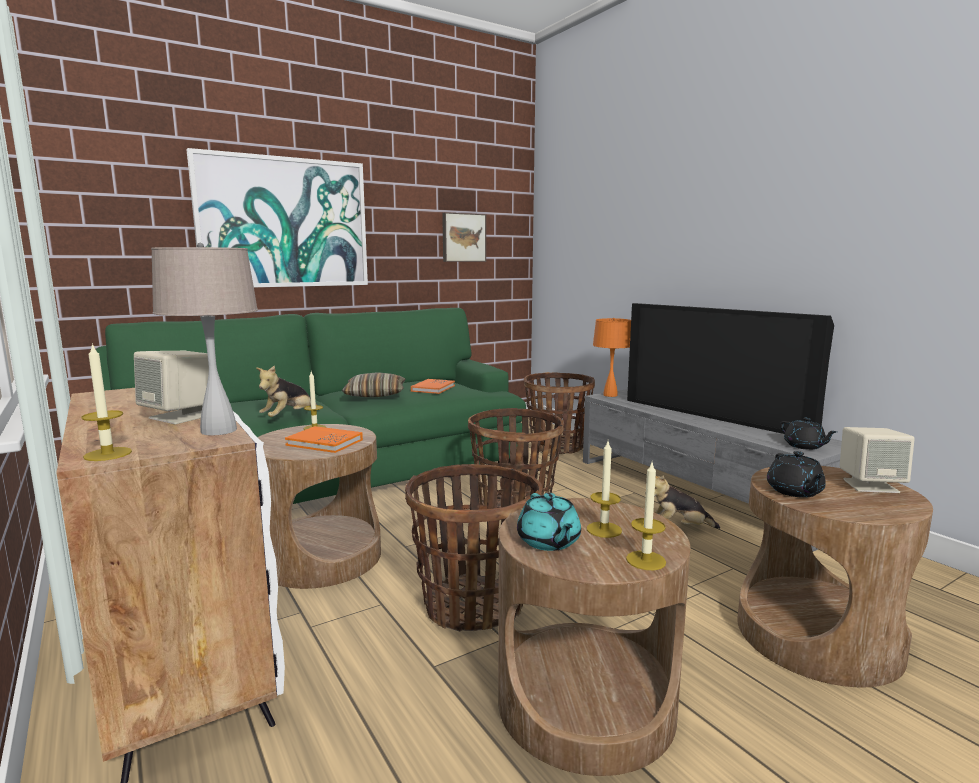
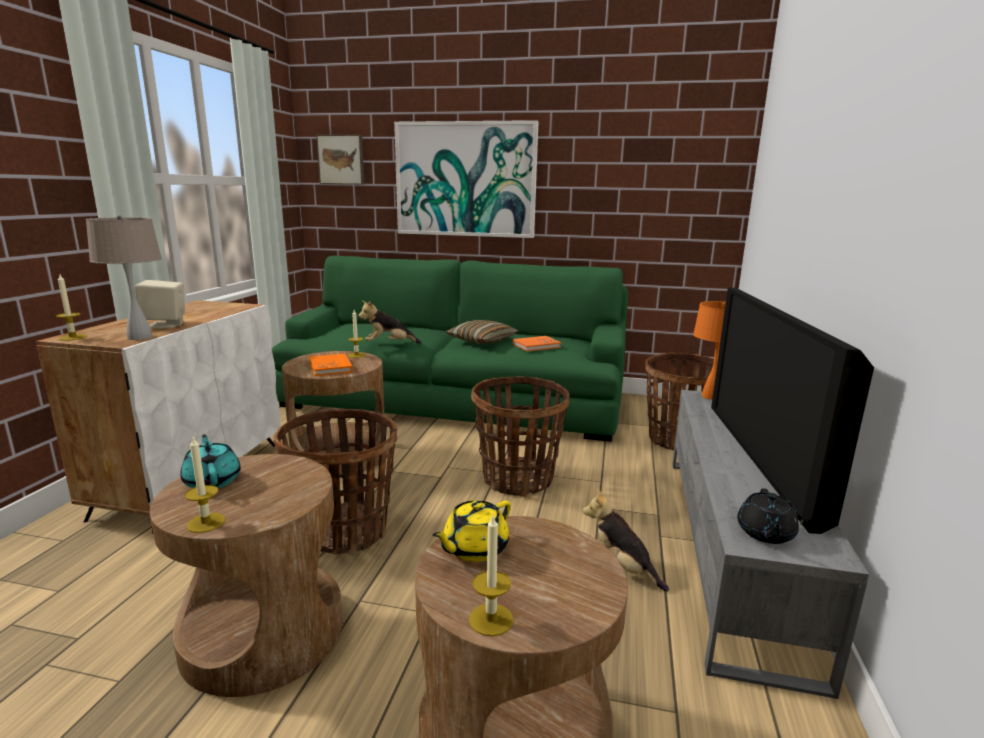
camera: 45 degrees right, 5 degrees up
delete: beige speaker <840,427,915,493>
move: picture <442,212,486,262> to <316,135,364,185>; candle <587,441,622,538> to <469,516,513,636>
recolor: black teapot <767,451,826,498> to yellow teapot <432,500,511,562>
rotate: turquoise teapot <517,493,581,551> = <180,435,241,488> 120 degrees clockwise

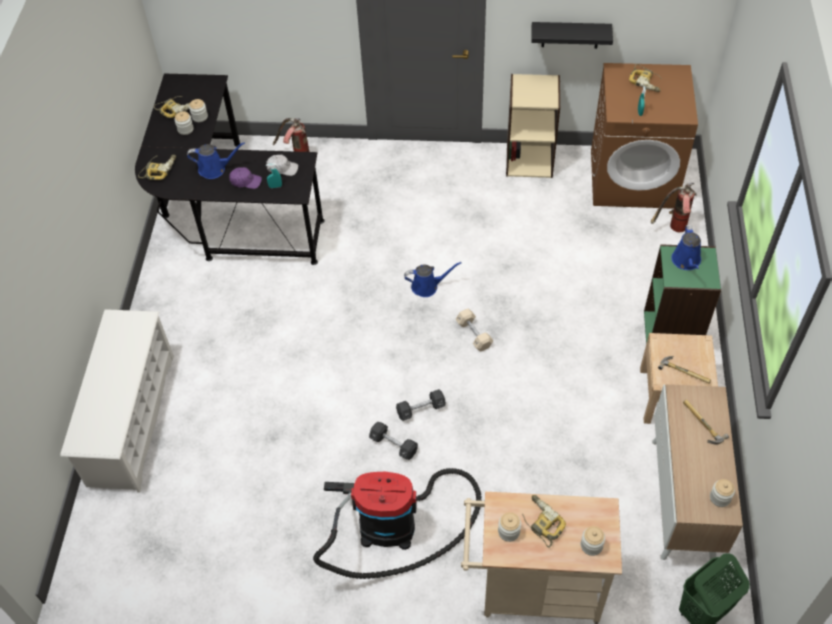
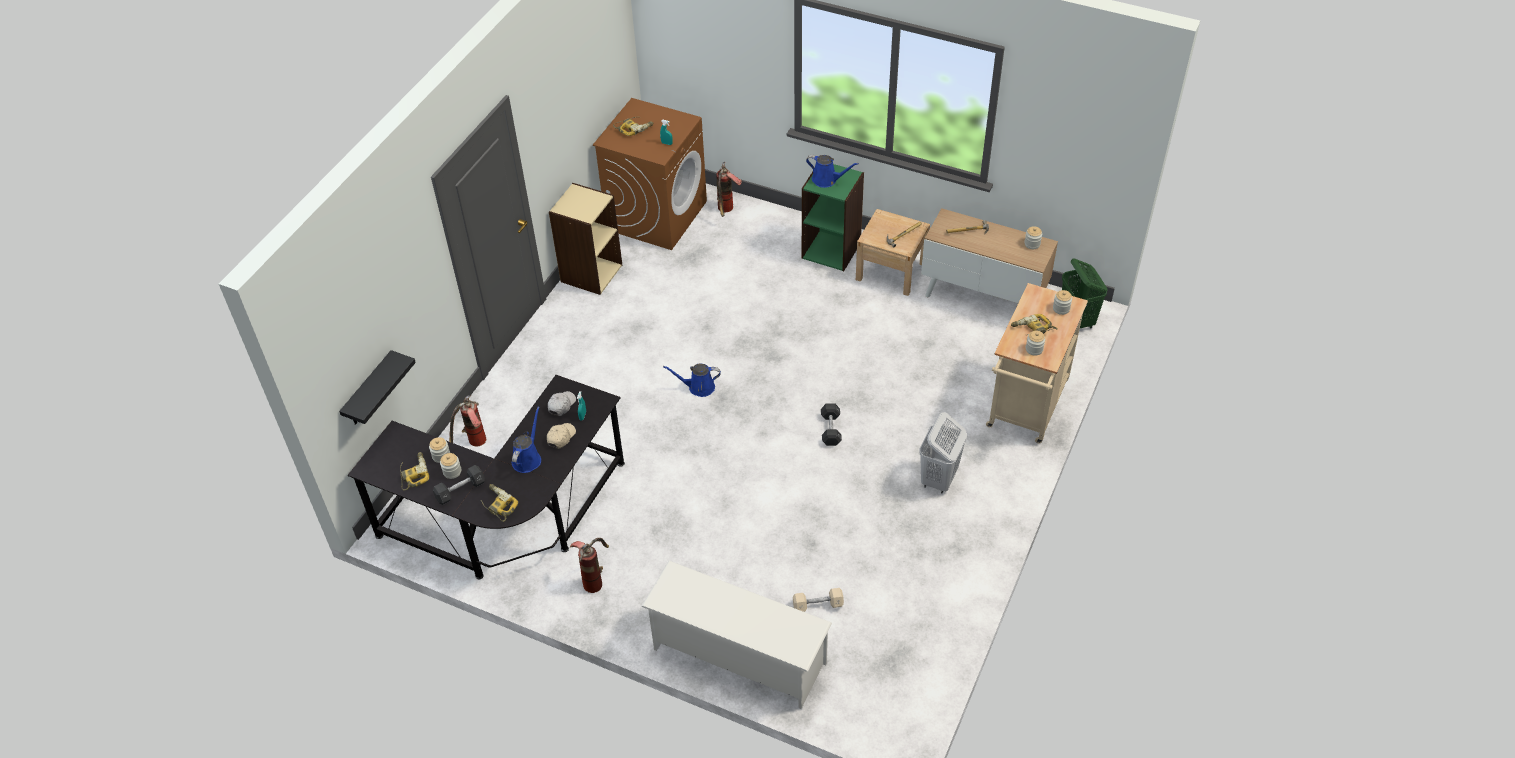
camera: 70 degrees left, 5 degrees down
insert: fire extinguisher <570,538,609,593>
move: black dumbbell <369,422,418,460> to <433,465,485,505>; beige dumbbell <455,309,494,352> to <793,588,844,612>; black shelf <531,22,613,49> to <339,350,416,425>
replace: vacuum cleaner <313,468,482,579> to white laundry basket <919,412,967,494>
recolor: purple cap <229,167,262,189> to beige cap <547,423,576,449>
rotate: blue watering can <404,262,462,297> = <663,364,721,397> 105 degrees counterclockwise

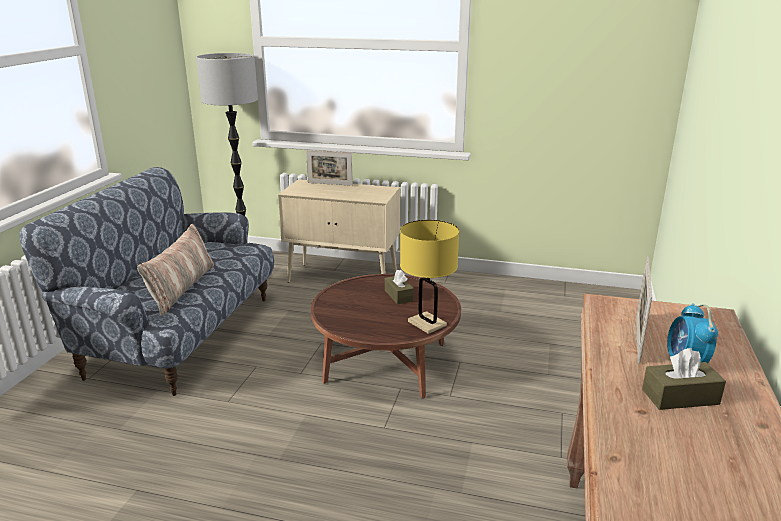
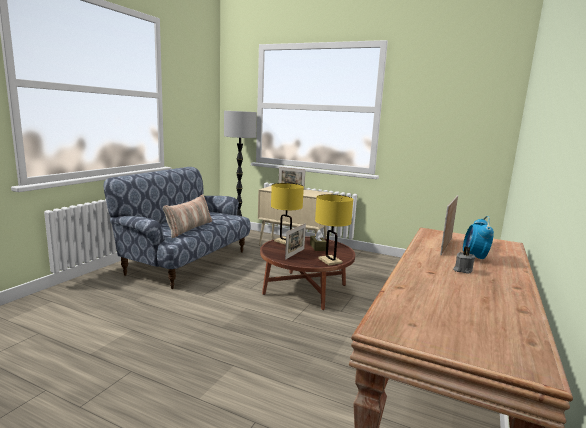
camera: 10 degrees right, 10 degrees down
insert: yellow table lamp <271,183,304,245>; picture frame <285,223,306,260>
replace: brown tissue box <642,348,726,410> to grey candle <453,247,475,274>

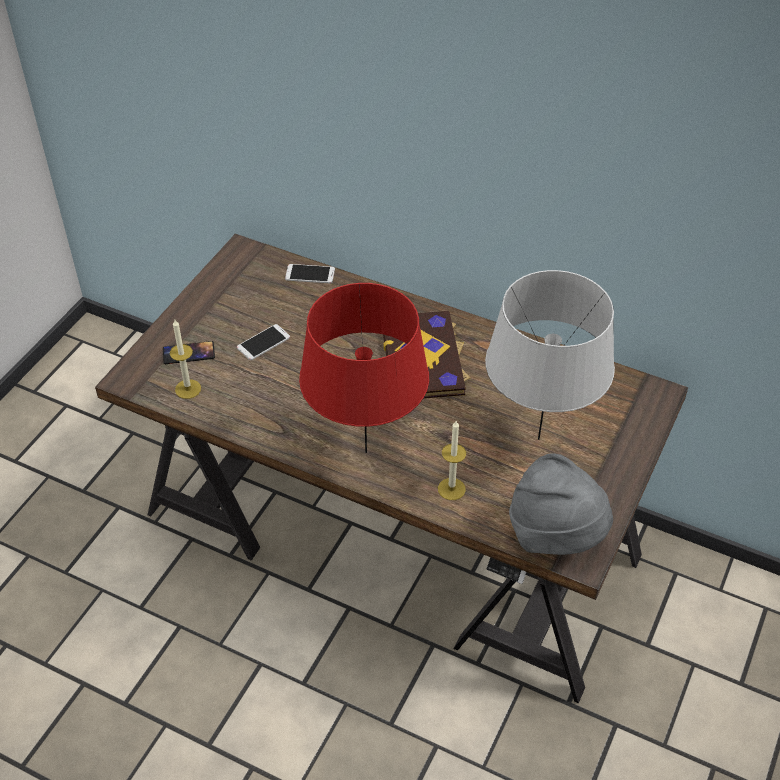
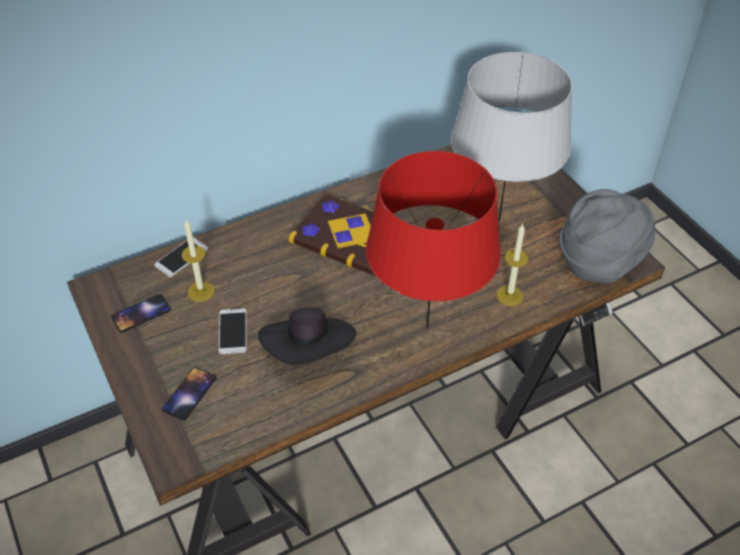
camera: 55 degrees left, 0 degrees up
insert: phone <111,294,171,333>; black hat <258,307,356,365>
move: candle <170,320,201,399> to <182,220,215,302>

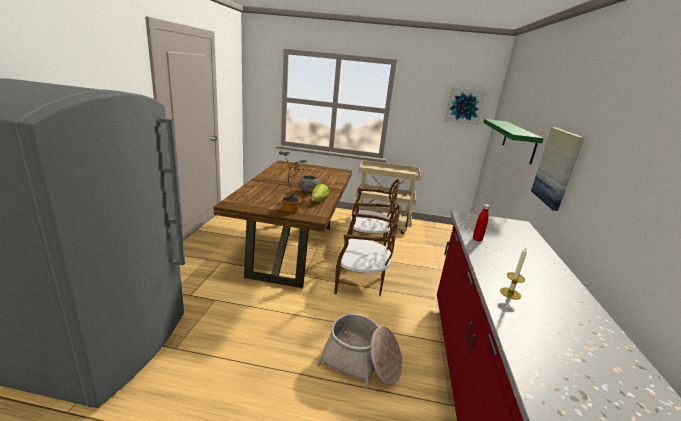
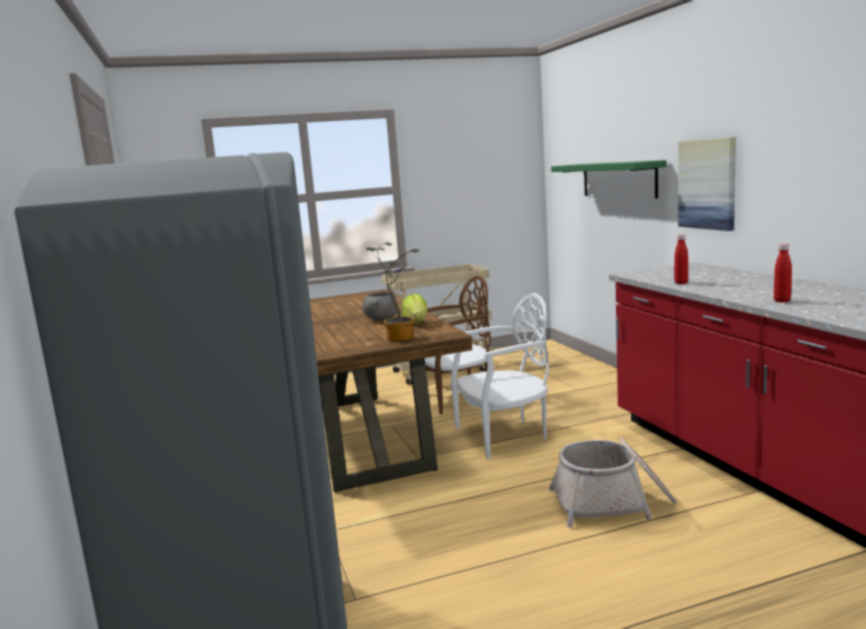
camera: 25 degrees left, 10 degrees down
delete: picture <445,87,486,125>
replace: candle <500,248,527,300> to red bottle <774,244,792,303>
recolor: brown chair <334,205,401,296> to white chair <451,293,549,459>

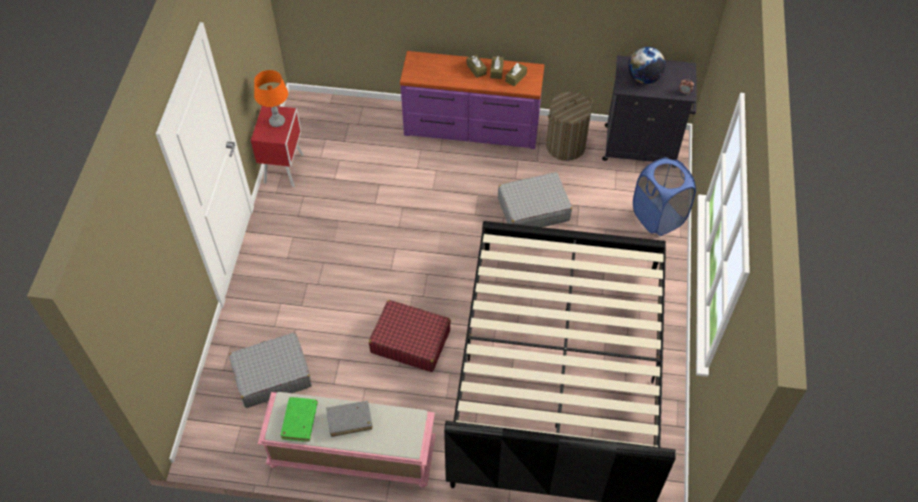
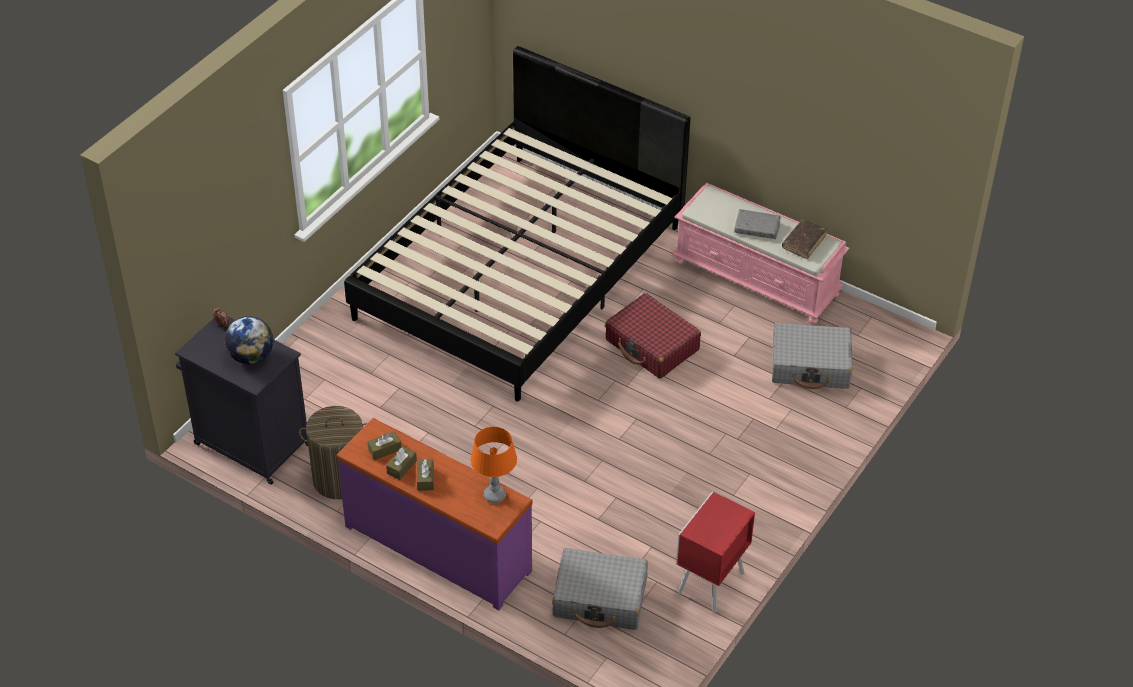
camera: 155 degrees left, 10 degrees down
delete: blue laundry basket <633,157,696,236>
move: orange table lamp <254,70,288,127> to <471,427,517,503>; grey suitcase <498,172,572,227> to <552,548,648,630>
recolor: green book <280,397,318,442> to brown book <782,220,827,259>

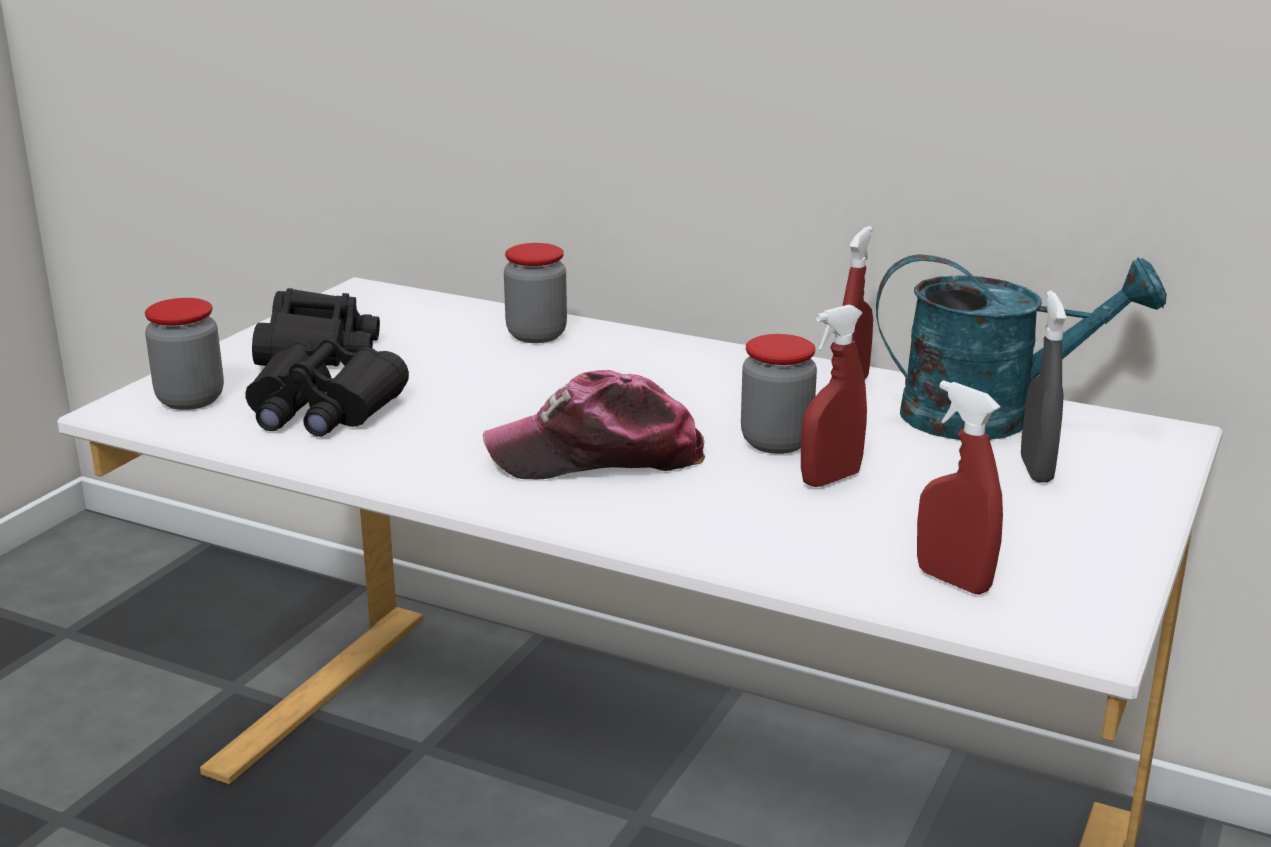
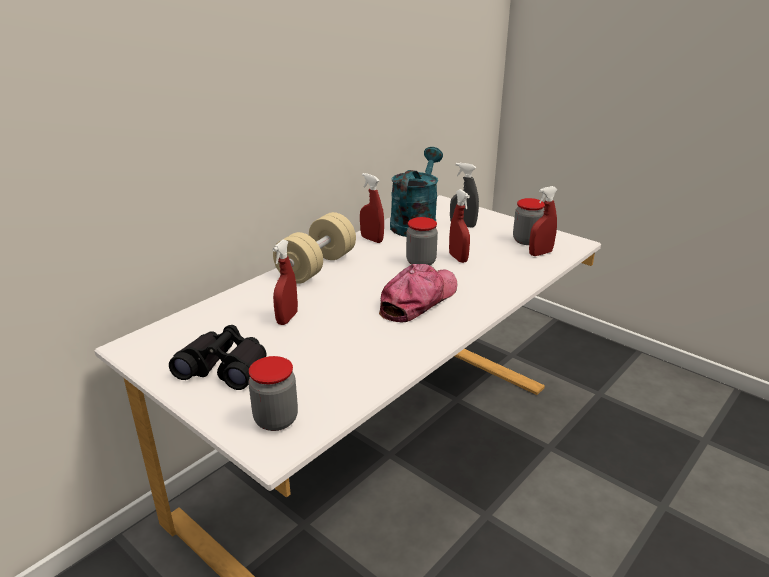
camera: 75 degrees left, 5 degrees up
delete: black binoculars <246,338,409,437>
insert: beige dumbbell <273,212,356,284>; red spray bottle <273,240,298,325>
move: jar <504,243,567,343> to <513,198,545,245>
rotate: cap <483,370,706,479> = <379,264,457,322> 150 degrees counterclockwise

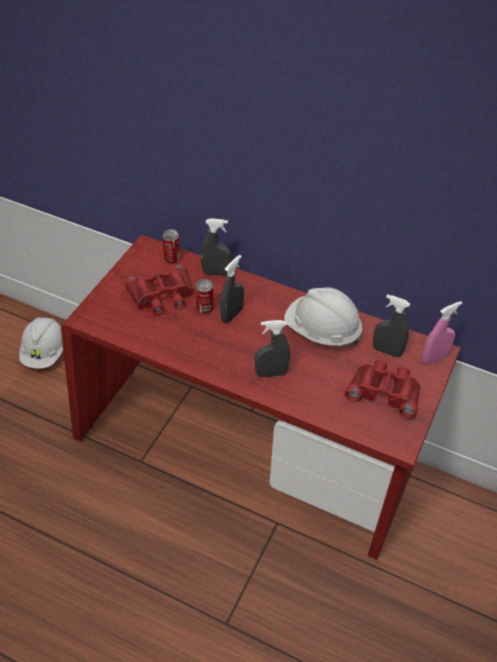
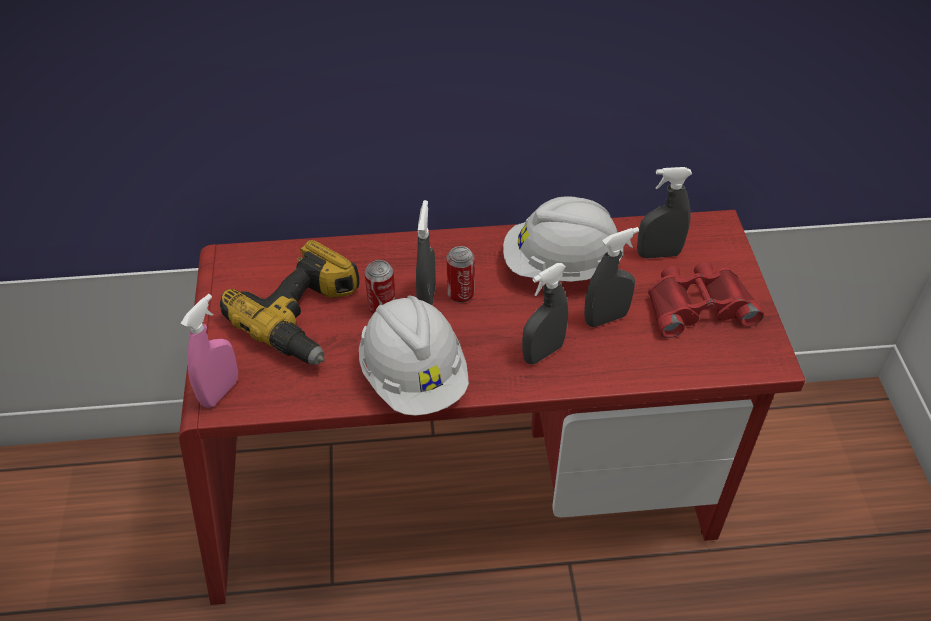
camera: 30 degrees left, 0 degrees up
move: white hard hat <19,317,63,369> to <359,295,469,416>; can <162,229,180,264> to <447,246,475,303>; grey spray bottle <201,218,232,276> to <584,227,639,327>; pink spray bottle <422,301,462,364> to <181,294,238,408>
replace: red binoculars <124,264,193,315> to power drill <220,240,360,365>

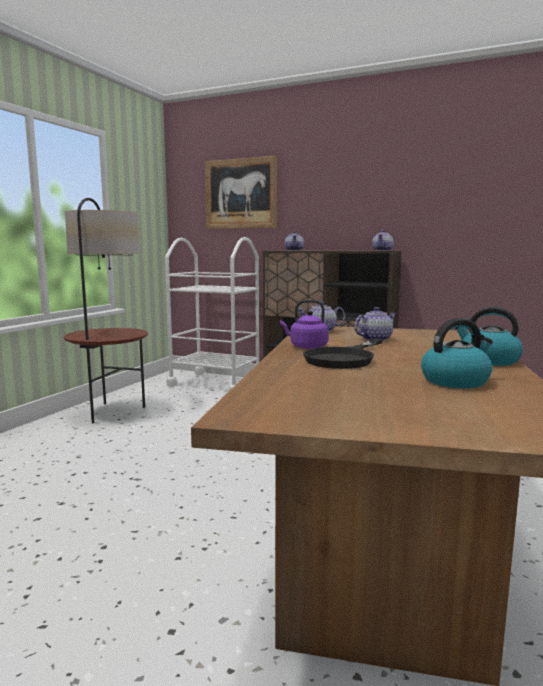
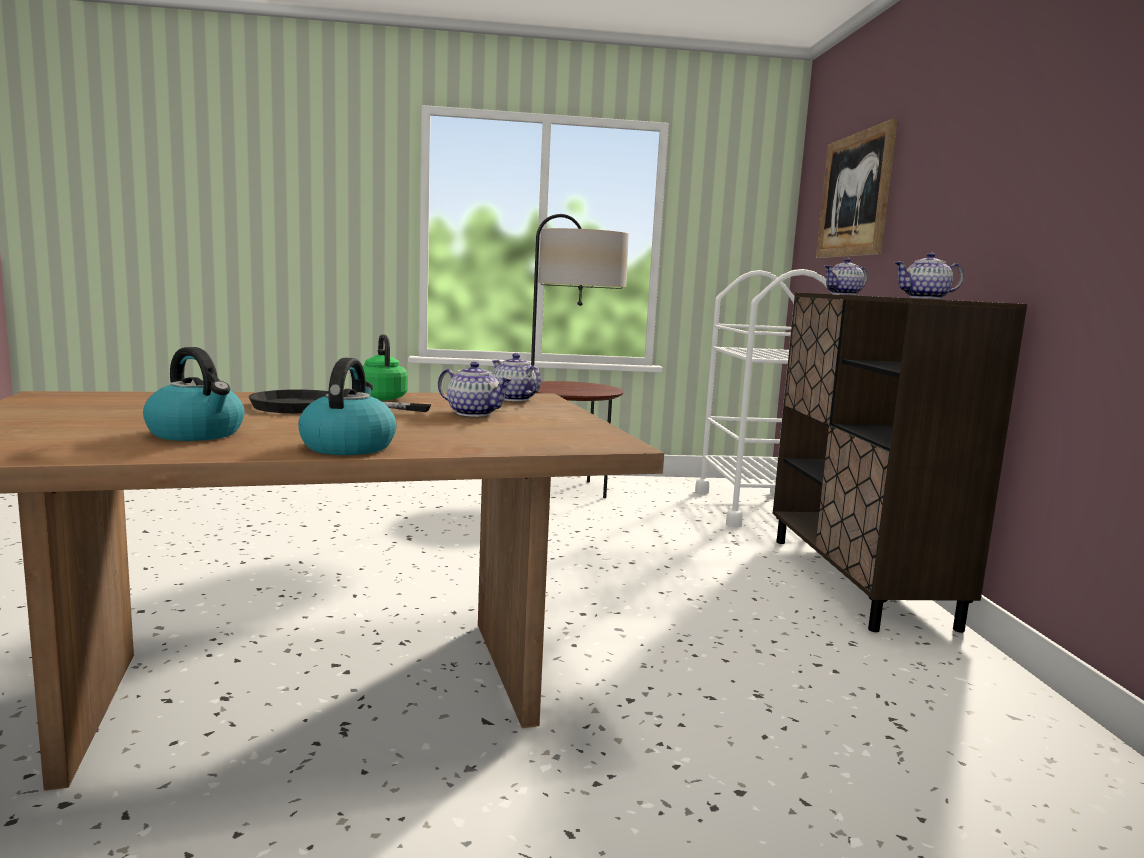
camera: 60 degrees right, 0 degrees up
recolor: purple kettle <280,300,329,349> to green kettle <363,334,408,401>

